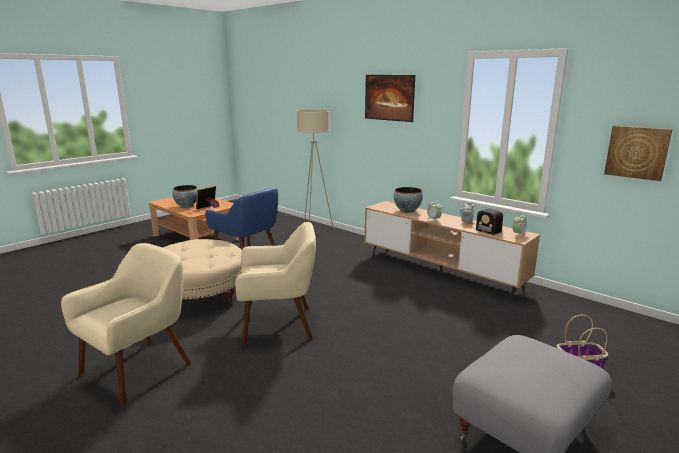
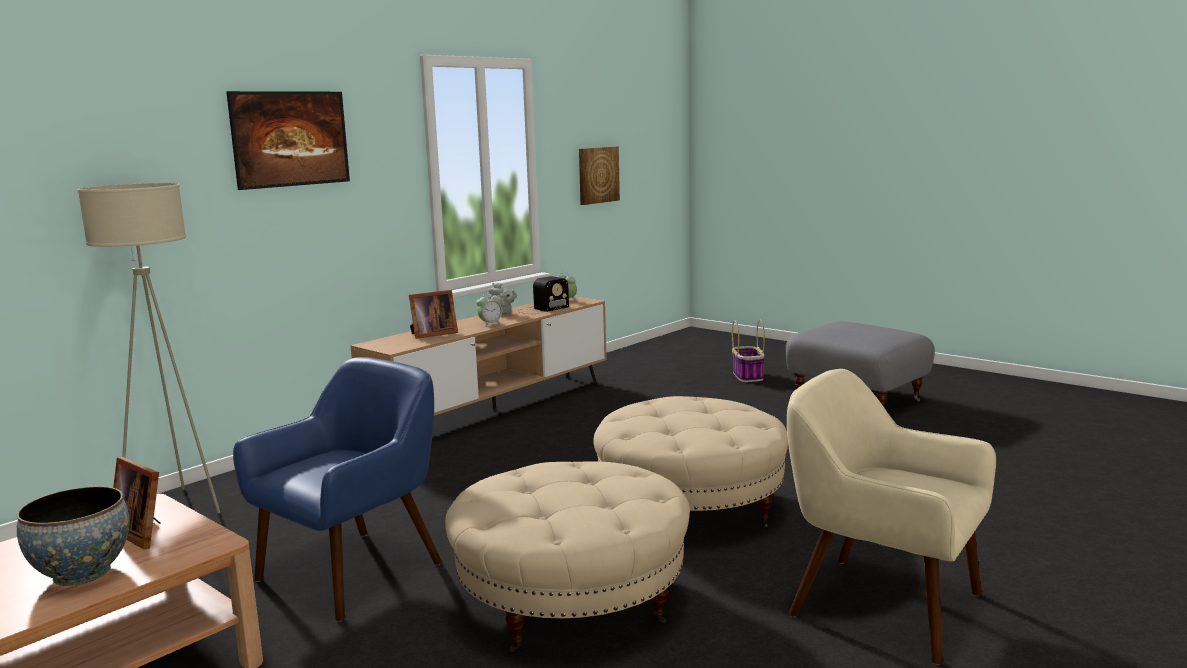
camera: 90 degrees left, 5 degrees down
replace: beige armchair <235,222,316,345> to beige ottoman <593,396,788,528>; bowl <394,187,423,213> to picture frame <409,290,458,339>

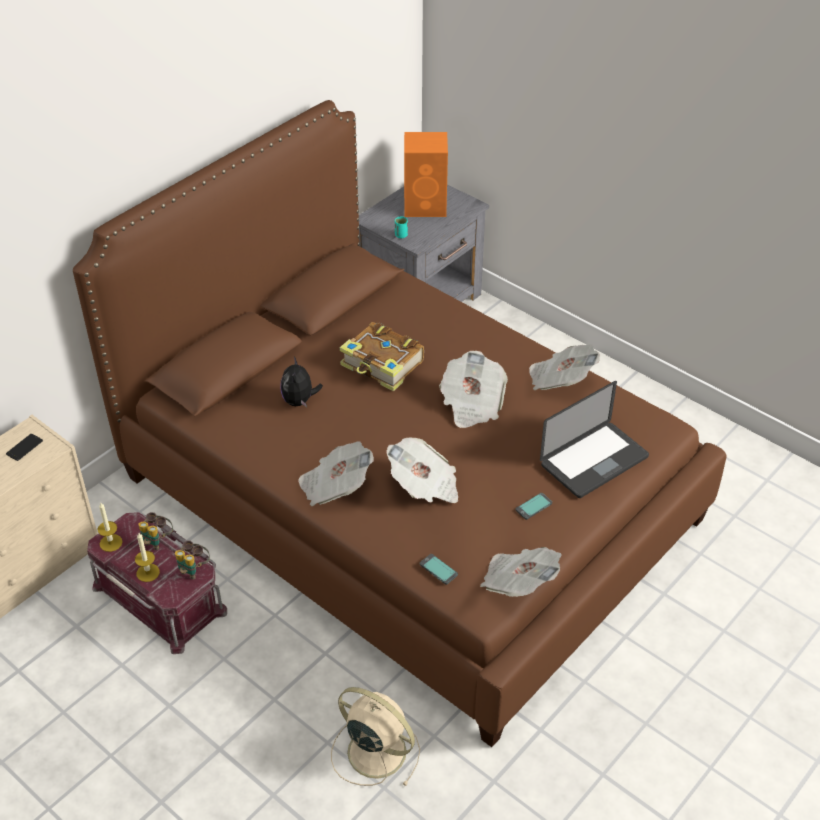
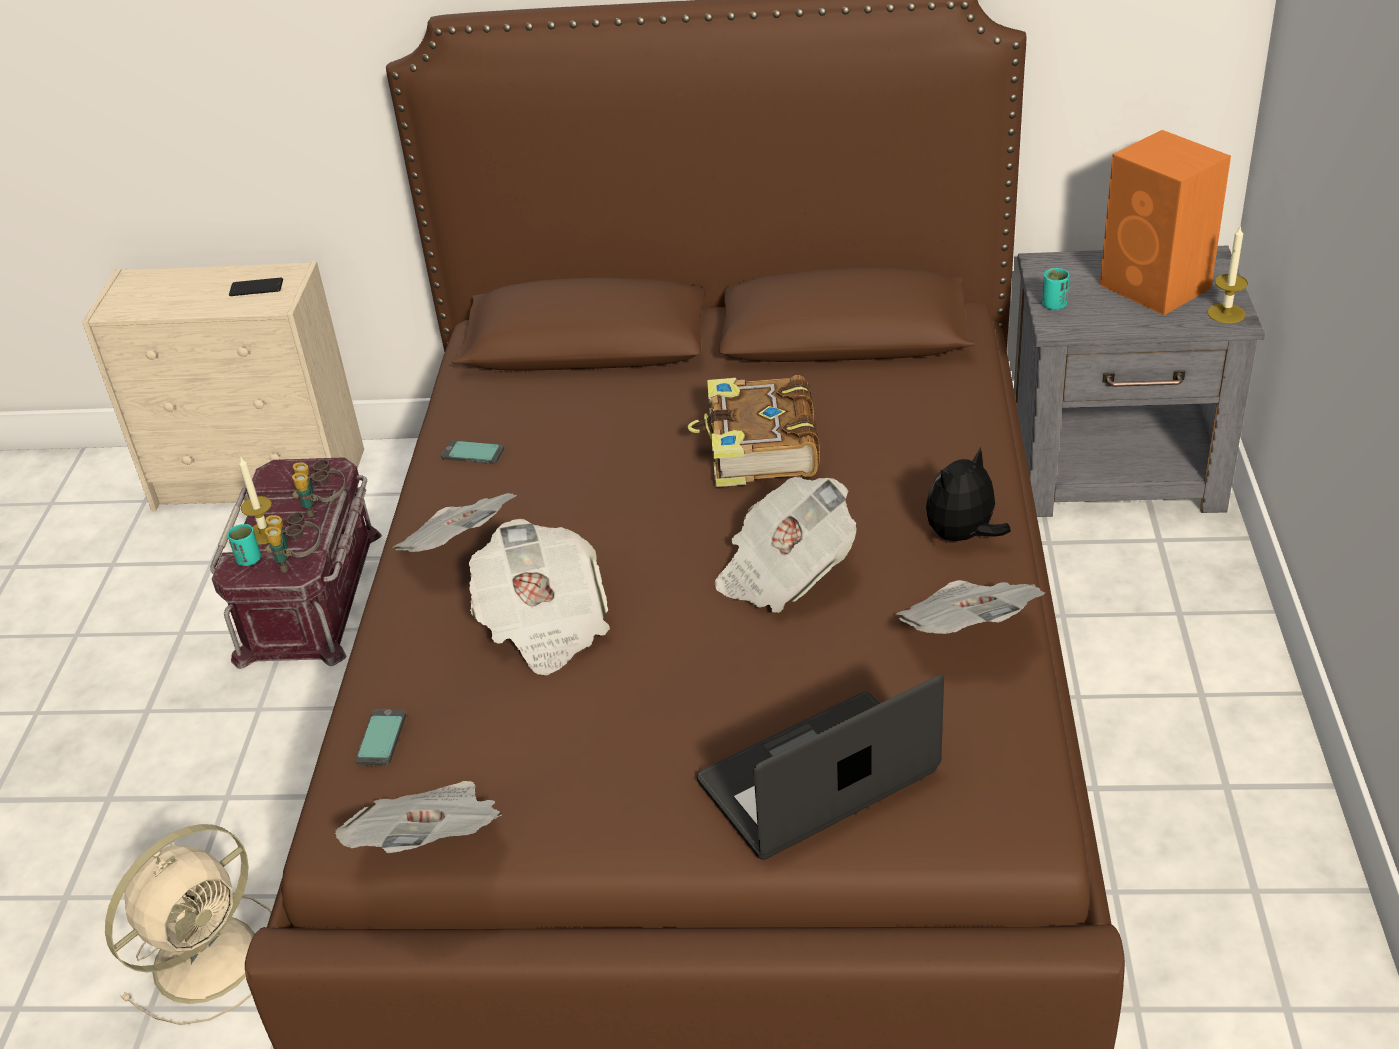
camera: 55 degrees right, 5 degrees down
insert: turquoise cup <227,524,261,566>
move: candle <97,503,123,552> to <1207,225,1248,324>; plush toy <280,357,323,407> to <926,446,1011,541>; phone <515,493,552,520> to <441,440,504,464>
rotate: beige fan <331,687,420,787> = <105,824,272,1025> 45 degrees clockwise; laptop <540,381,649,498> = <697,675,944,860> 135 degrees clockwise

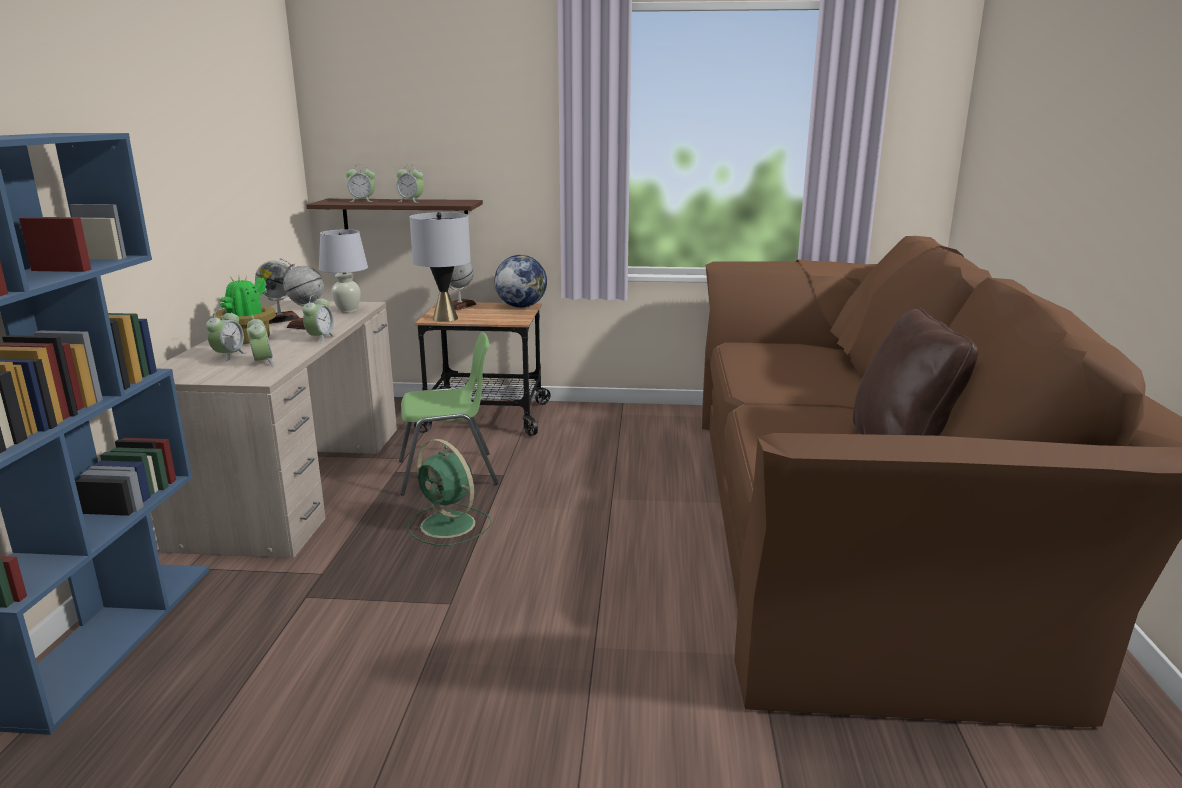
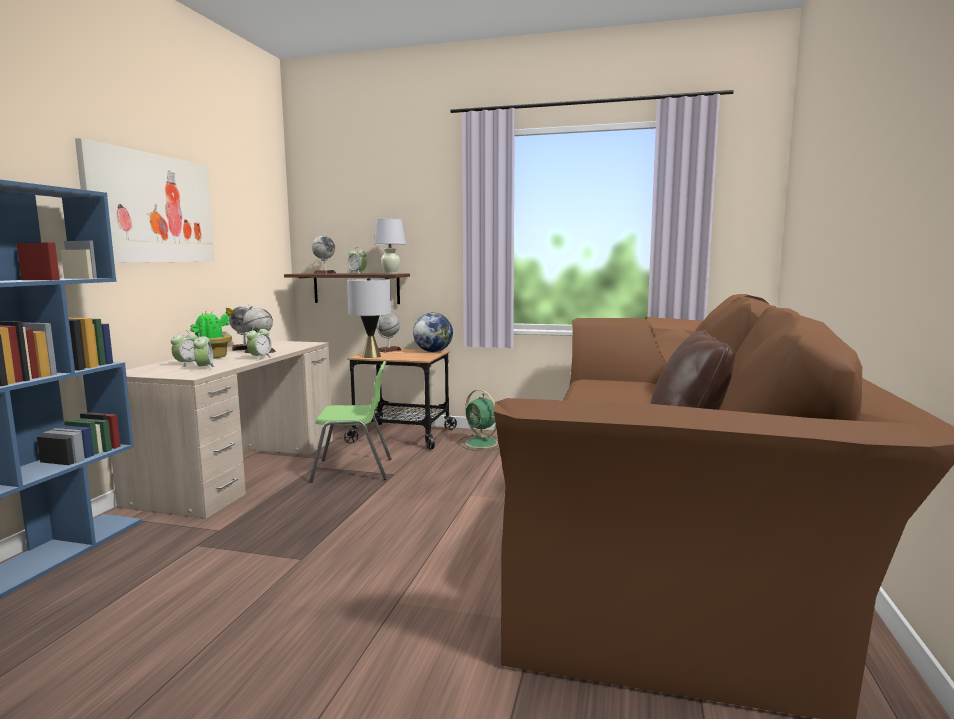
camera: 10 degrees right, 10 degrees down
insert: picture <75,138,215,263>
move: white table lamp <319,230,368,313> to <374,219,406,274>; green fan <408,439,492,546> to <458,389,499,451>
replace: alarm clock <346,164,375,202> to globe <312,235,336,274>

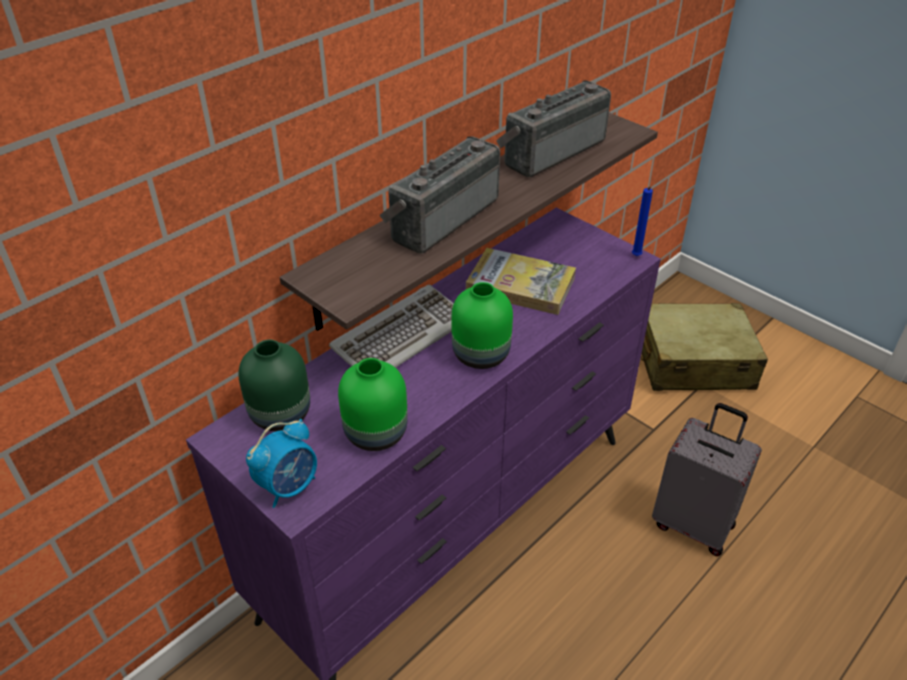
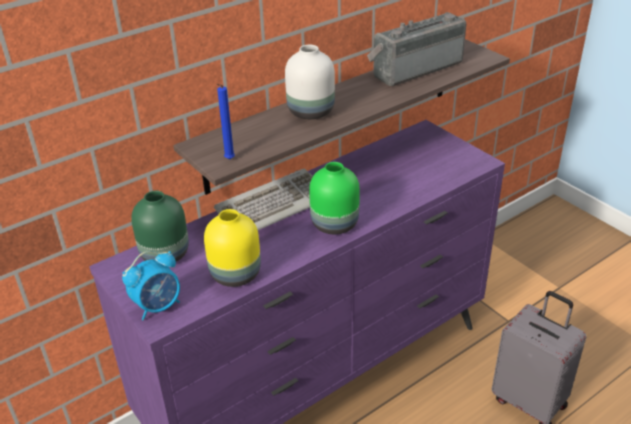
camera: 10 degrees right, 5 degrees down
delete: book <466,248,576,315>; beige suitcase <641,303,768,391>
move: blue candle <632,187,653,256> to <217,84,235,159>
replace: radio <380,136,500,254> to white vase <285,45,335,119>
recolor: green vase <338,358,408,451> to yellow vase <204,209,261,287>

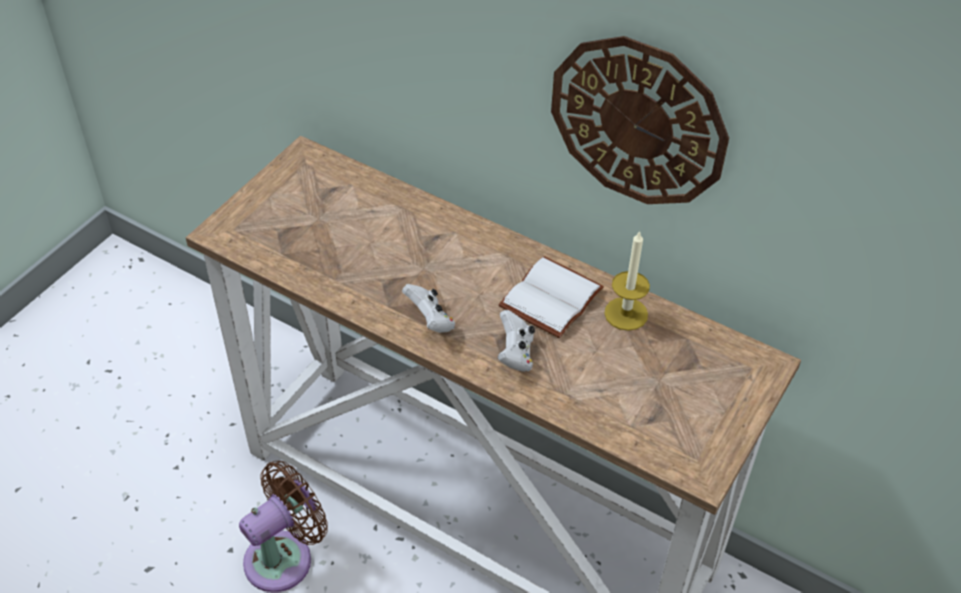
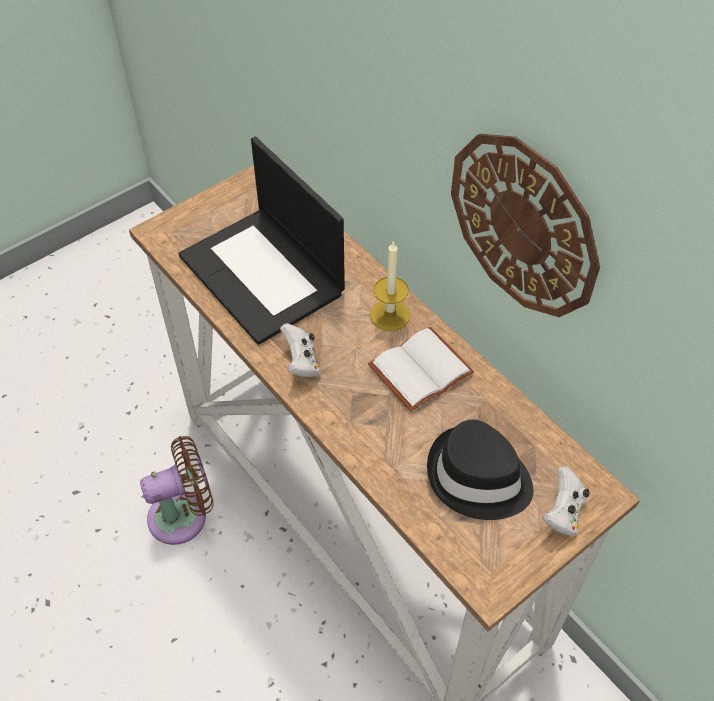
camera: 20 degrees right, 5 degrees up
insert: laptop <178,137,345,345>; black hat <427,419,533,520>
move: white game controller <497,310,535,372> to <542,466,590,537>; candle <604,231,650,331> to <370,240,410,331>

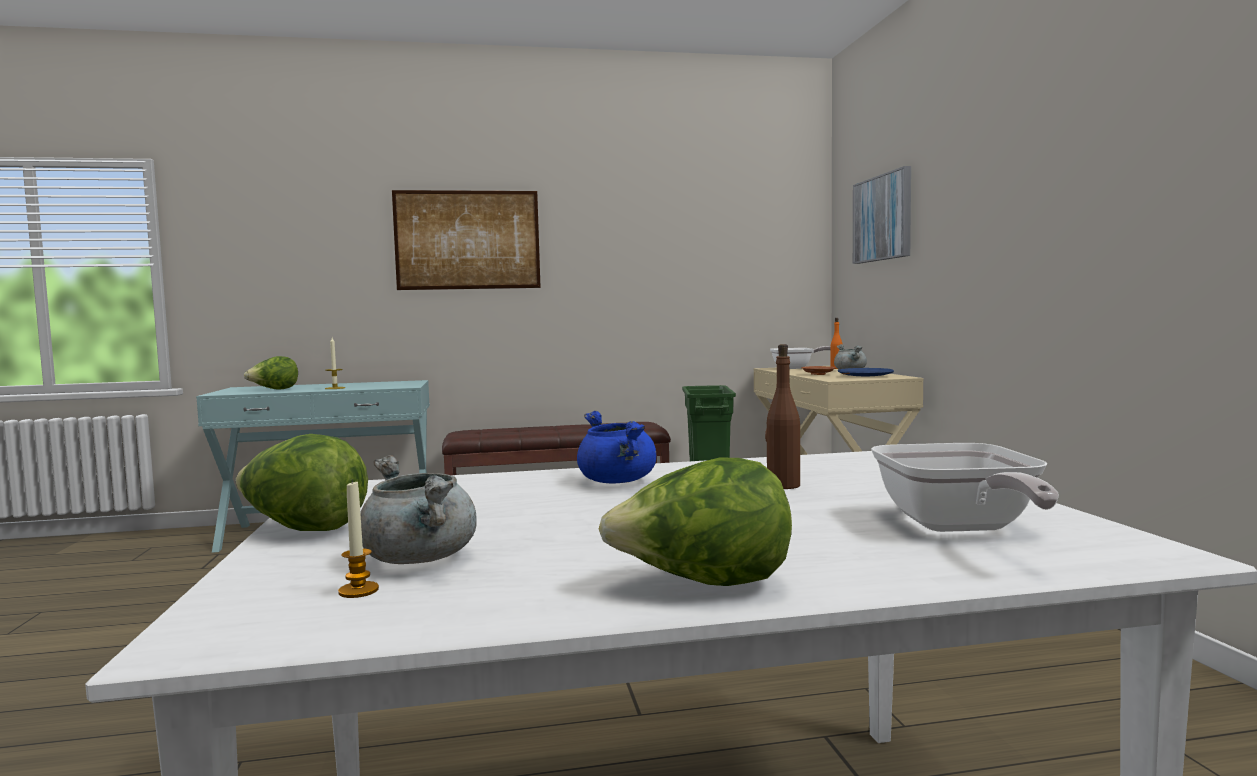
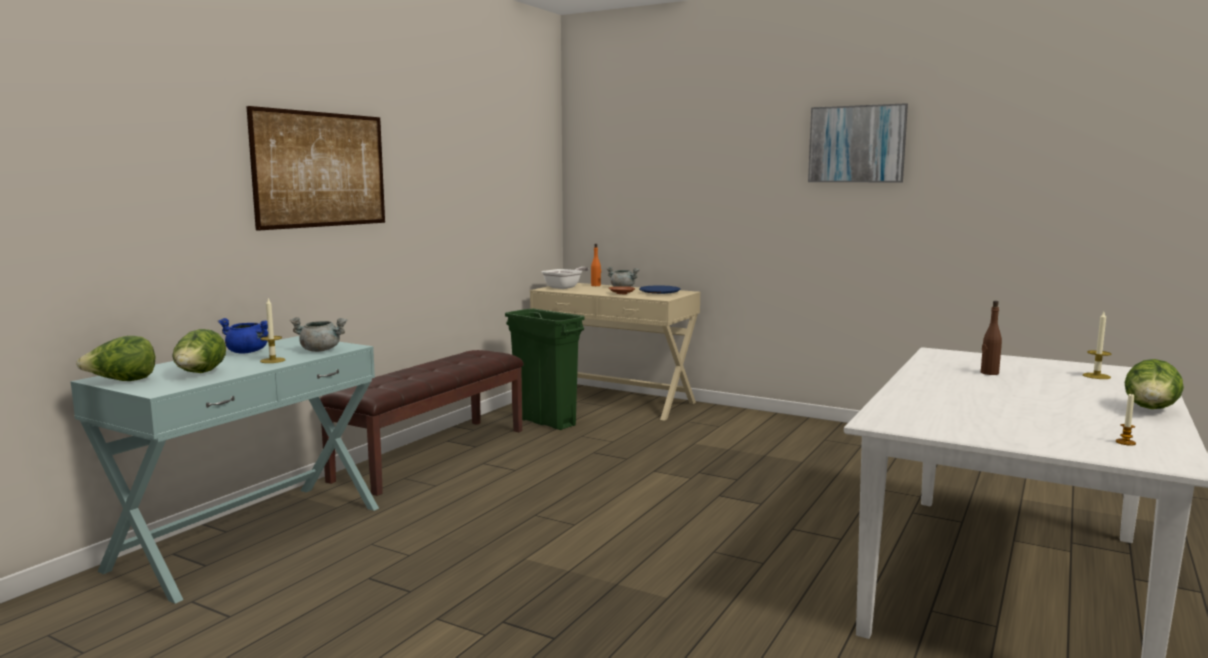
camera: 50 degrees left, 5 degrees up
move: lettuce <236,434,368,531> to <76,336,156,381>; grey cooking pot <360,455,477,564> to <290,317,347,352>; blue cooking pot <577,411,656,483> to <218,318,268,353>; picture <853,166,911,264> to <808,103,908,182>
replace: frying pan <871,443,1059,532> to candle <1083,312,1112,379>

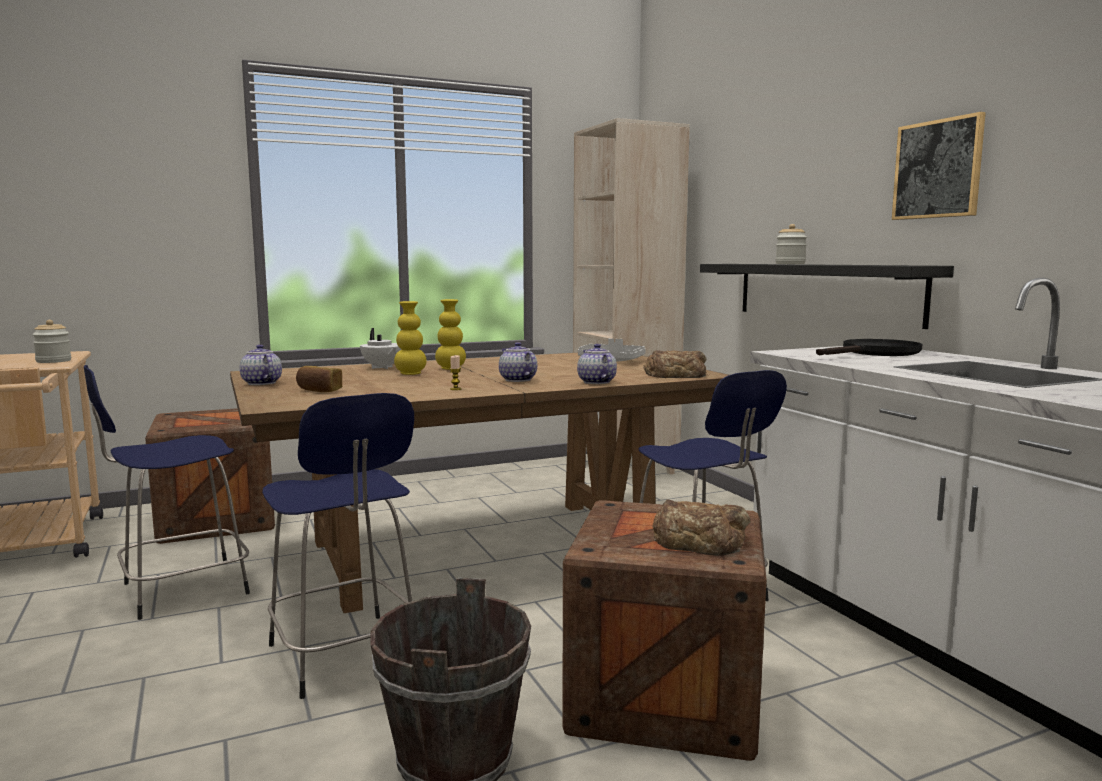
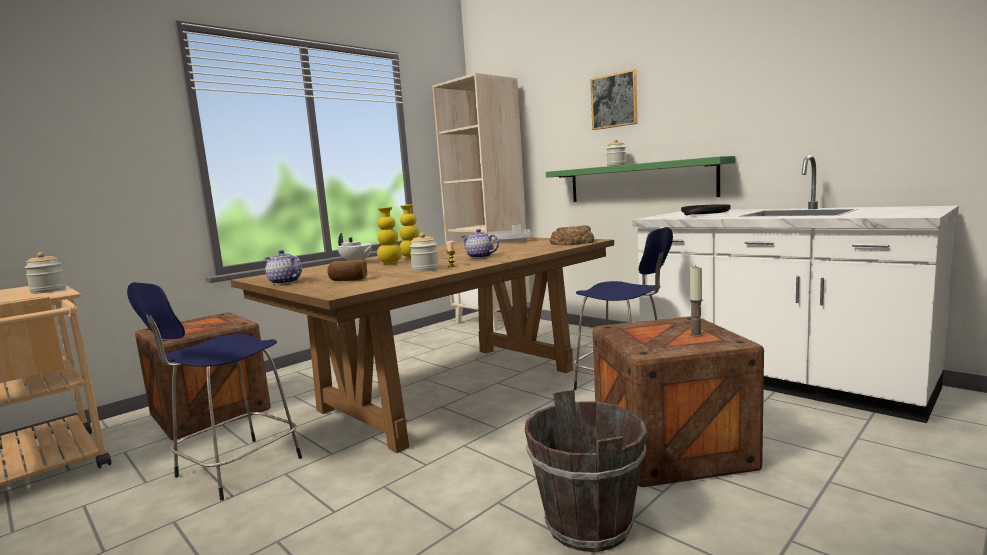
camera: 20 degrees left, 0 degrees up
delete: blue stool <262,393,414,699>; teapot <577,344,617,384>
insert: jar <410,233,439,272>
move: picture <892,112,986,220> to <590,69,638,130>
replace: bread <652,499,751,556> to candle <689,265,703,337>
recolor: black shelf <700,264,954,329> to green shelf <546,156,735,202>

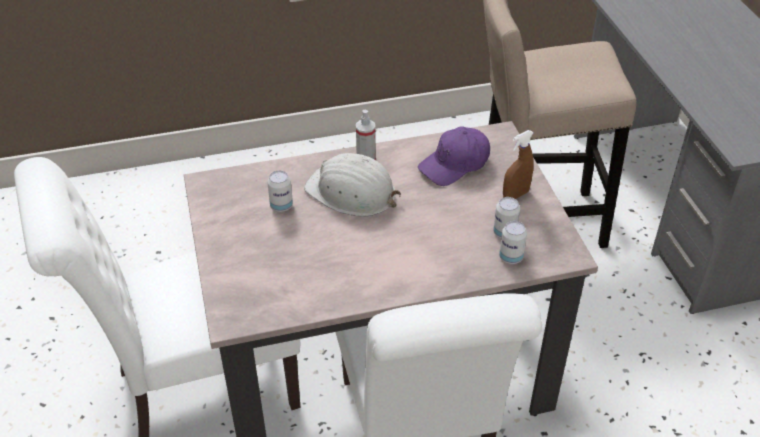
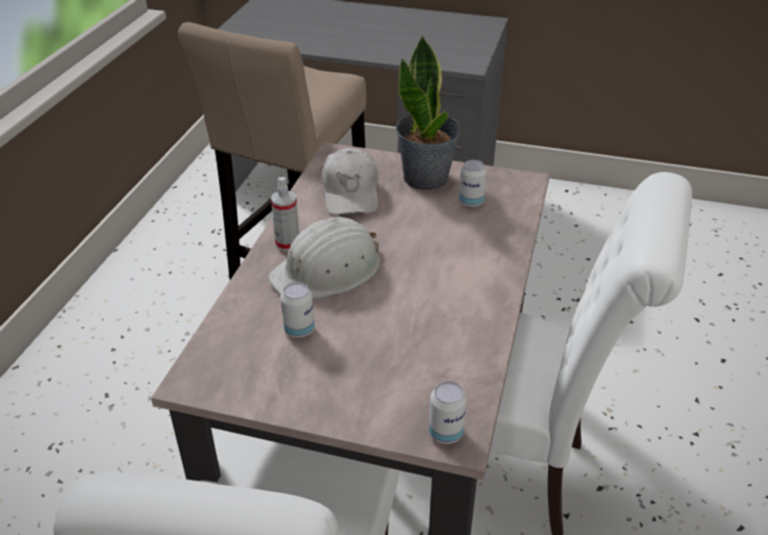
camera: 60 degrees left, 5 degrees down
move: can <499,221,527,264> to <429,381,467,444>
replace: brown spray bottle <503,130,533,199> to potted plant <396,35,461,190>
recolor: purple cap <418,126,490,186> to white cap <322,148,378,215>

